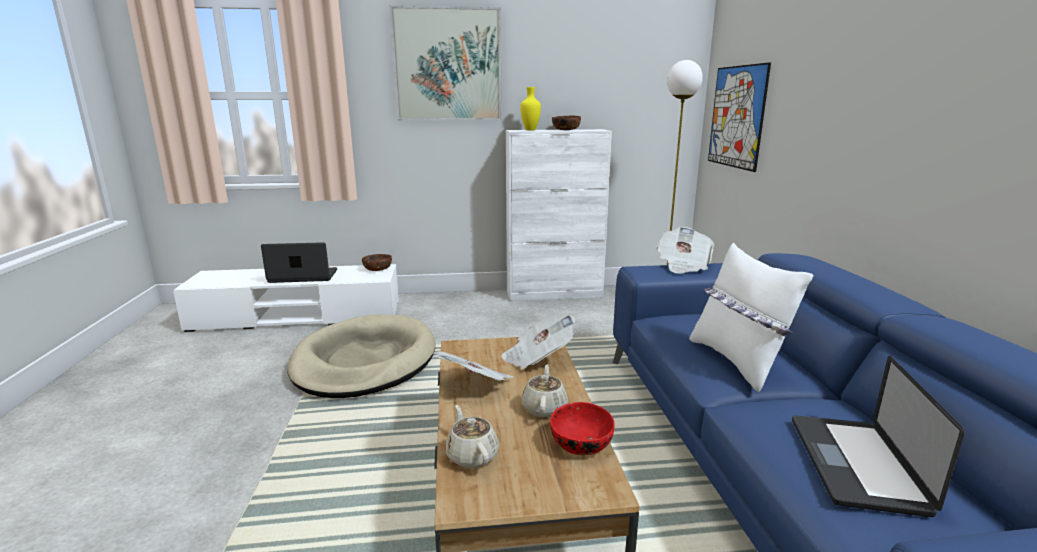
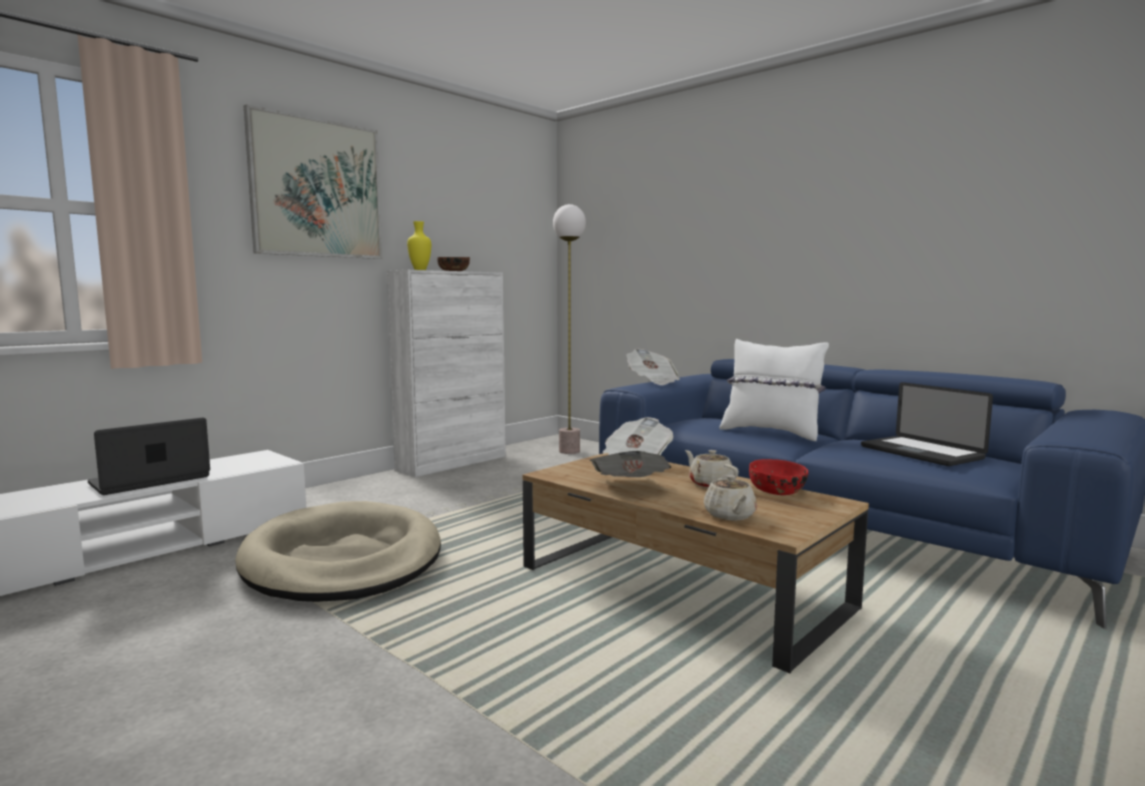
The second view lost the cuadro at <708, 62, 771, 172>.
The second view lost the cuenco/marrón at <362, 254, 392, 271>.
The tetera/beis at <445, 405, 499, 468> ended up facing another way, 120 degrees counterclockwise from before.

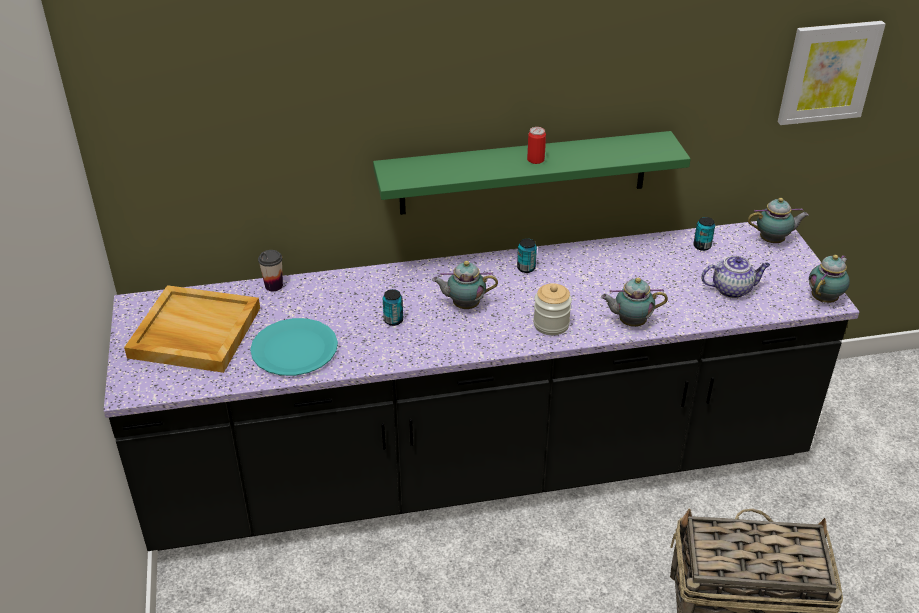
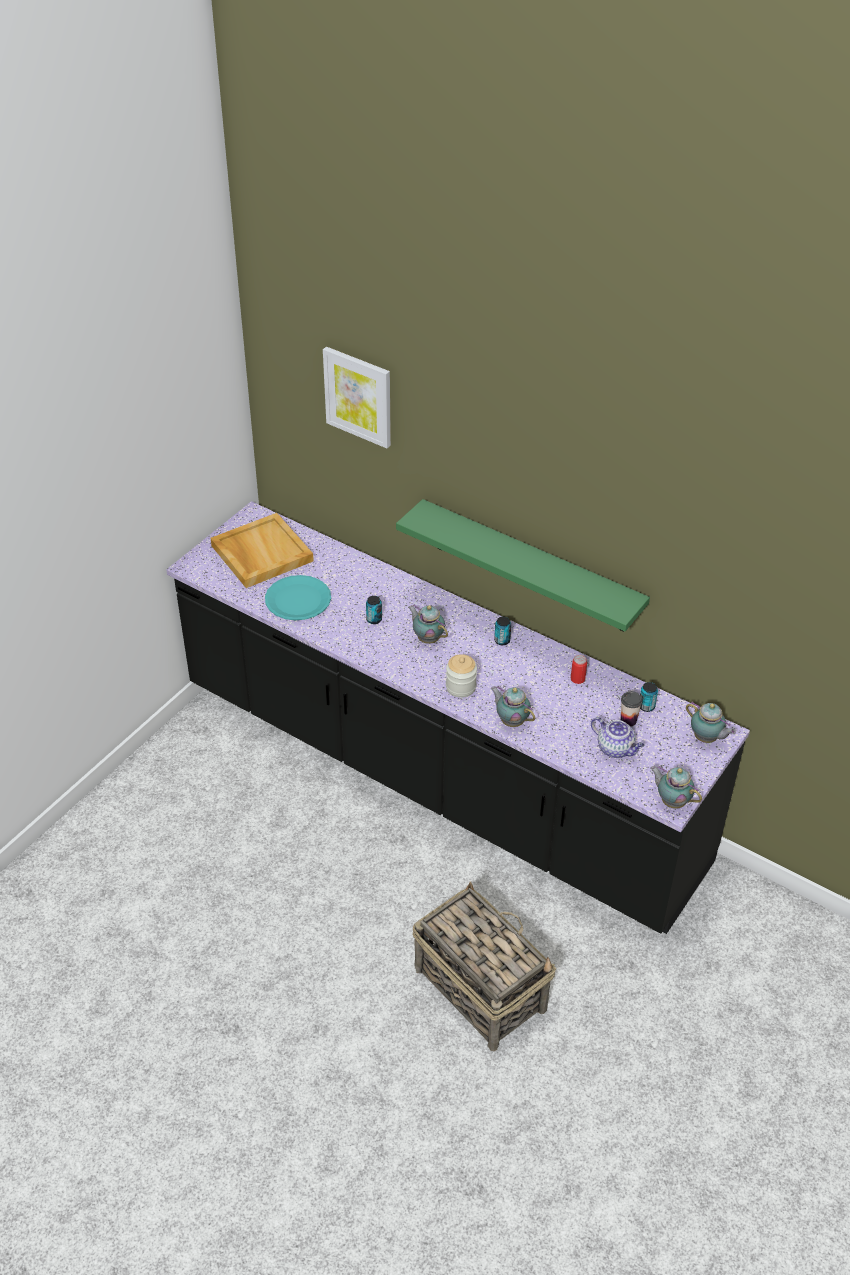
The cuadro ended up elsewhere, having gone from <778, 21, 886, 125> to <323, 347, 391, 448>.
The lata ended up elsewhere, having gone from <527, 127, 546, 164> to <571, 655, 587, 684>.
The taza ended up elsewhere, having gone from <258, 250, 283, 291> to <621, 691, 643, 727>.
The tetera at <809, 255, 850, 303> ended up facing another way, 135 degrees counterclockwise from before.

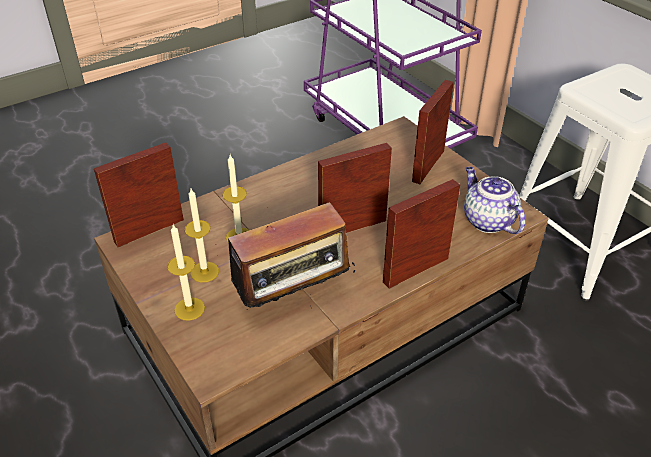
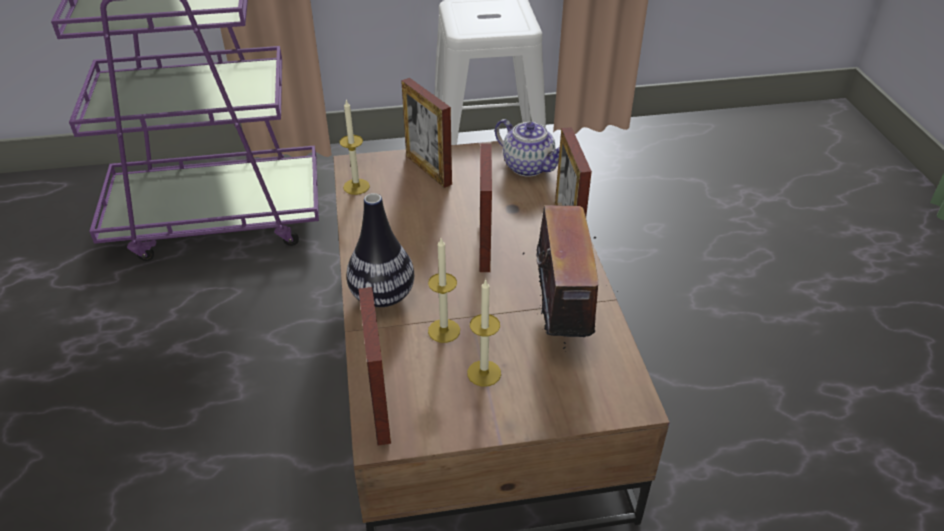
The tetera at <464, 167, 526, 234> ended up facing another way, 135 degrees counterclockwise from before.
The vela ended up elsewhere, having gone from <167, 225, 205, 321> to <339, 99, 370, 195>.
The second view gained the florero at <346, 193, 414, 307>.

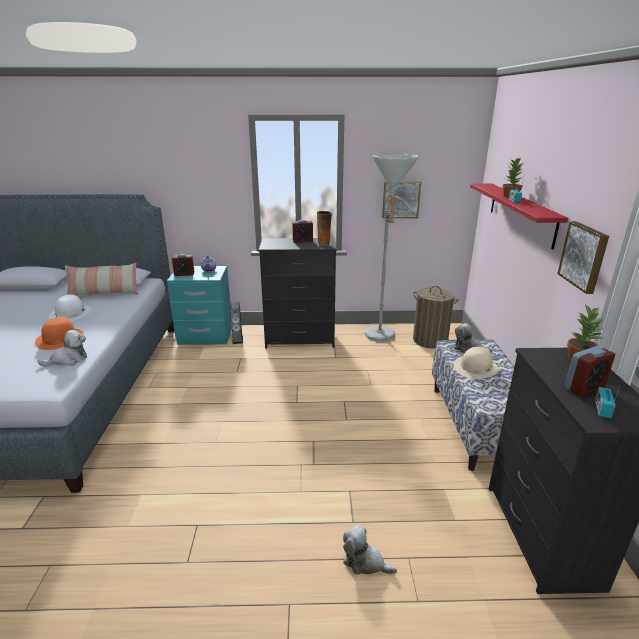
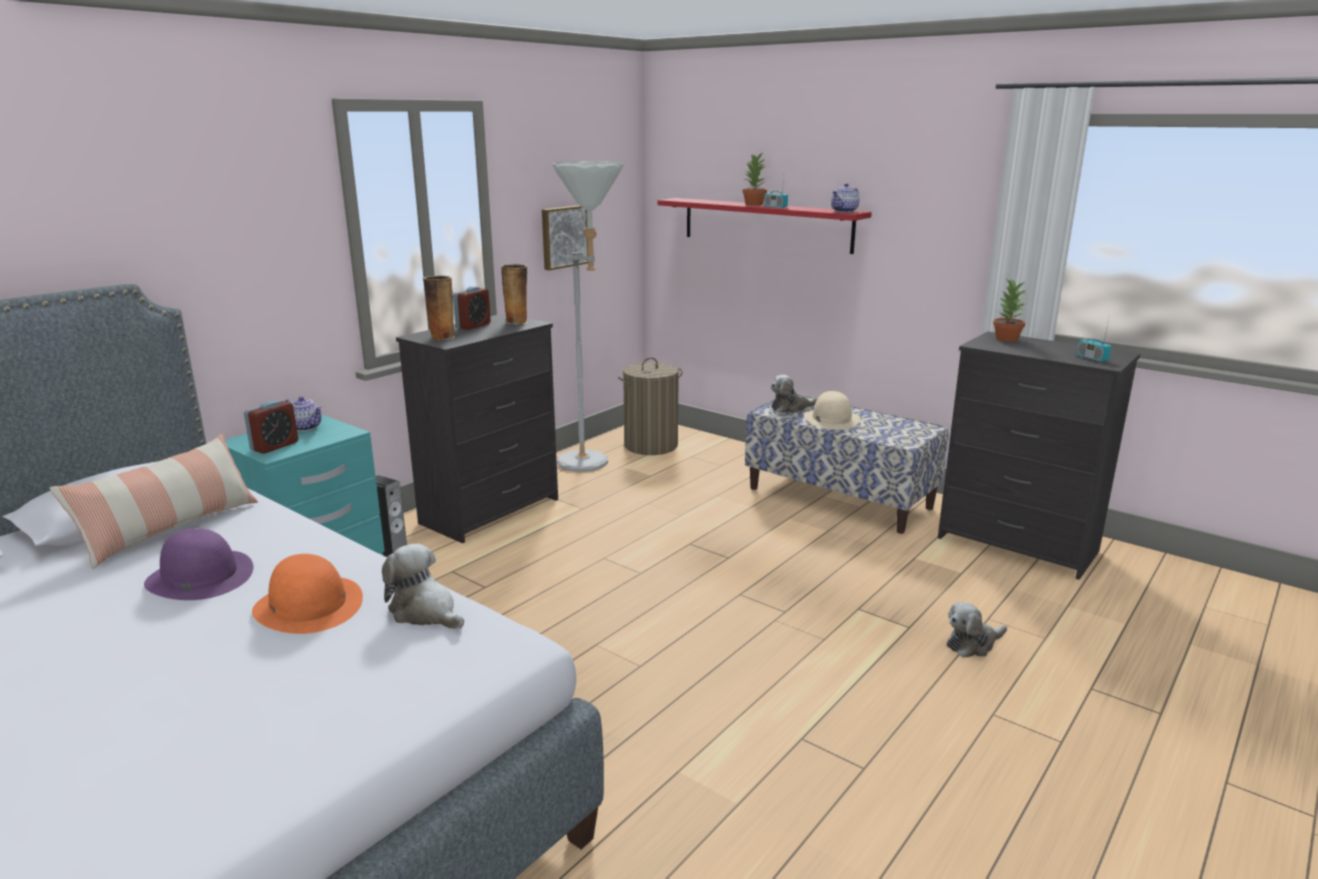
The second view lost the cuadro at <557, 221, 609, 294>.
What was the sombrero/blanco at <49, 295, 91, 322> turned into the sombrero/morado at <144, 528, 253, 600>.
The peluche at <38, 330, 87, 366> ended up facing another way, 60 degrees counterclockwise from before.
The second view lost the despertador at <564, 346, 615, 396>.
The second view gained the tetera at <831, 183, 860, 213>.
The second view gained the florero at <423, 275, 455, 340>.

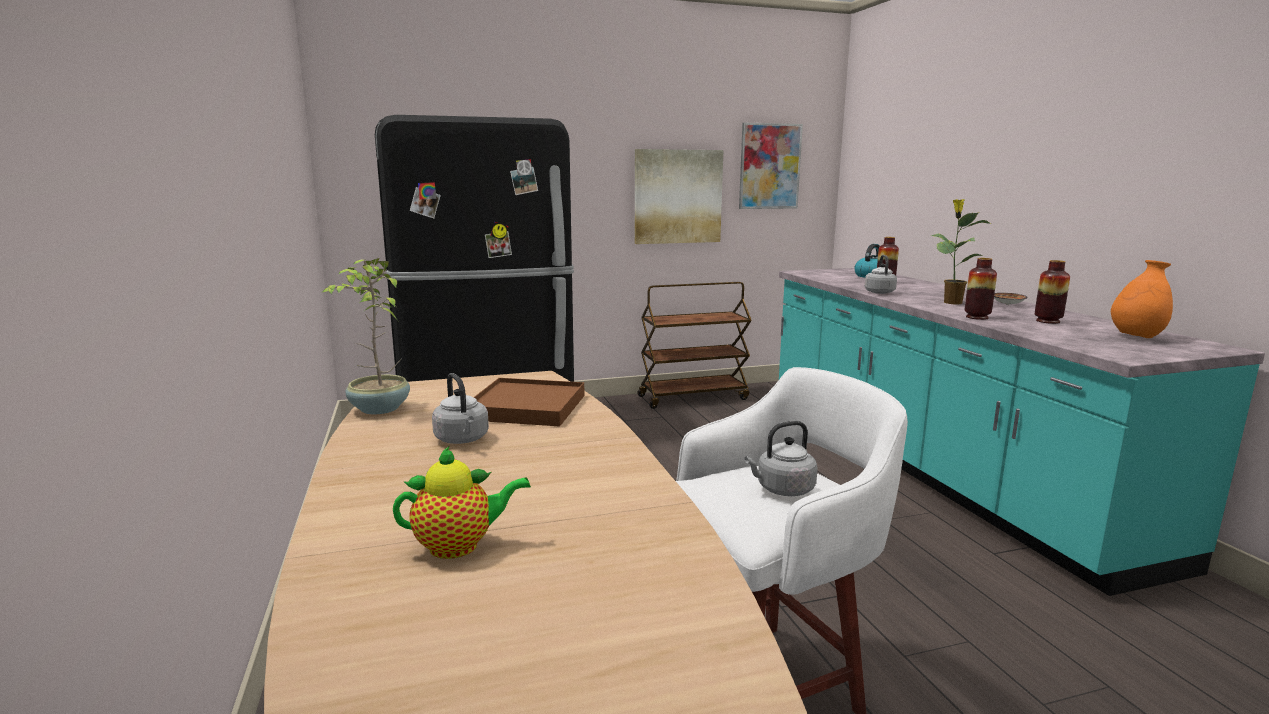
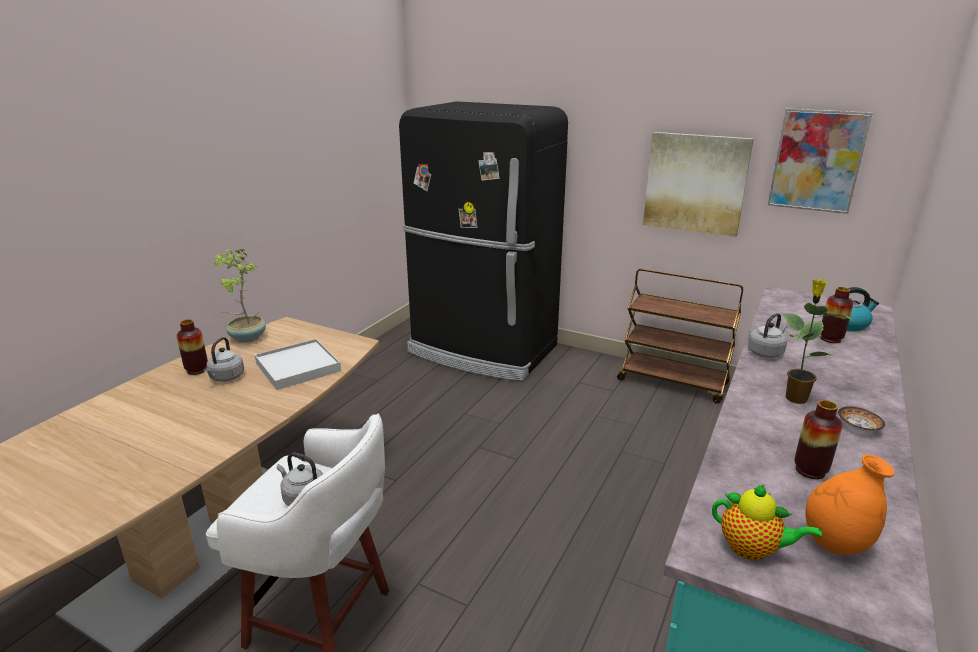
The florero ended up elsewhere, having gone from <964, 258, 997, 320> to <177, 319, 208, 375>.
What was the bandeja/marrón at <474, 378, 584, 427> turned into the bandeja/blanco at <255, 339, 341, 390>.
The tetera ended up elsewhere, having gone from <393, 446, 531, 559> to <712, 485, 822, 560>.

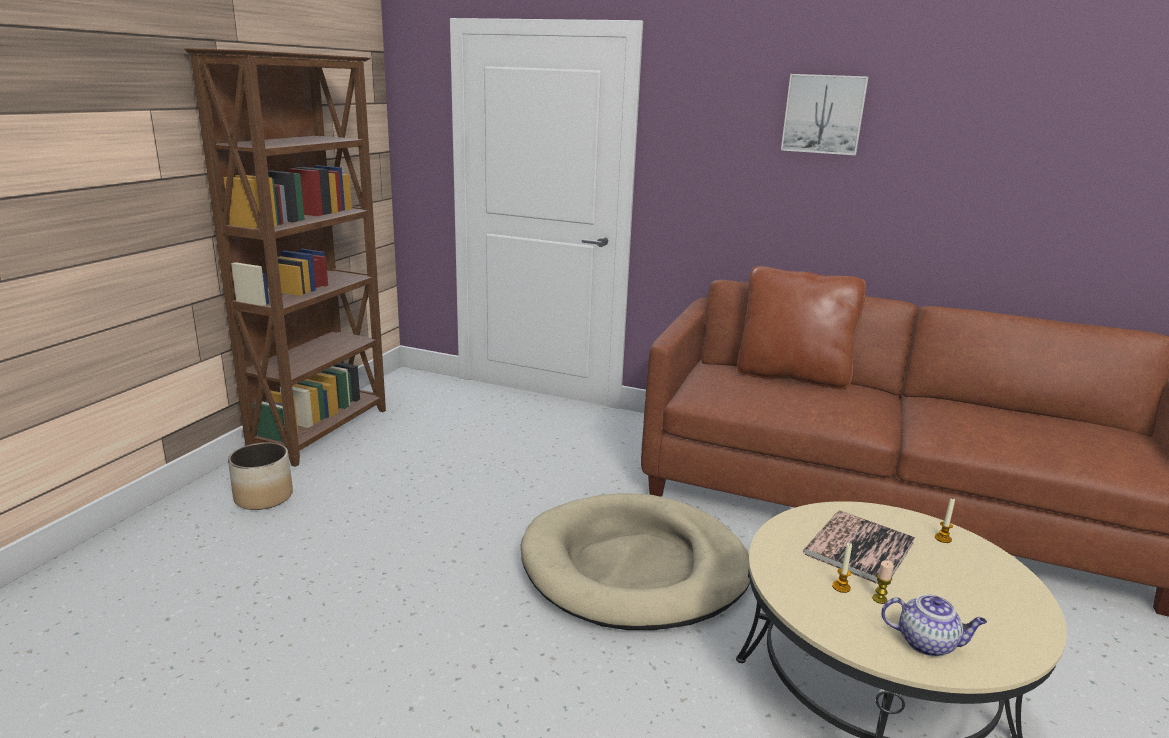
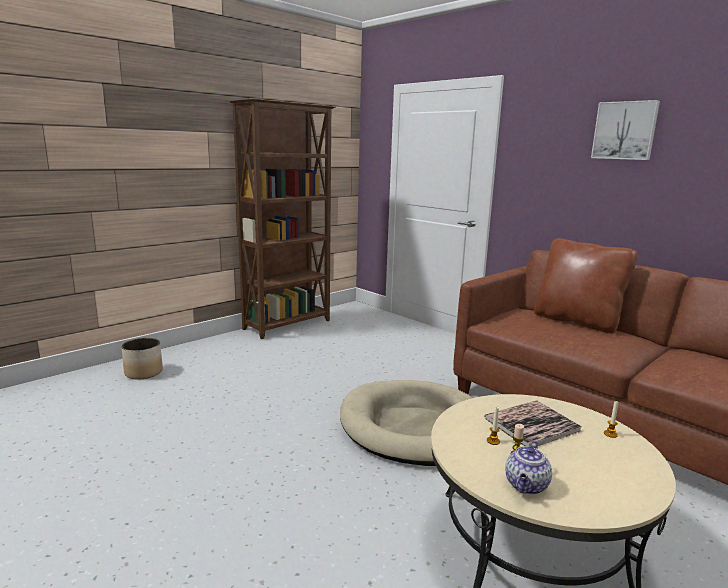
The maceta ended up elsewhere, having gone from <228, 443, 293, 510> to <121, 338, 163, 380>.
The tetera at <881, 594, 987, 657> ended up facing another way, 75 degrees clockwise from before.

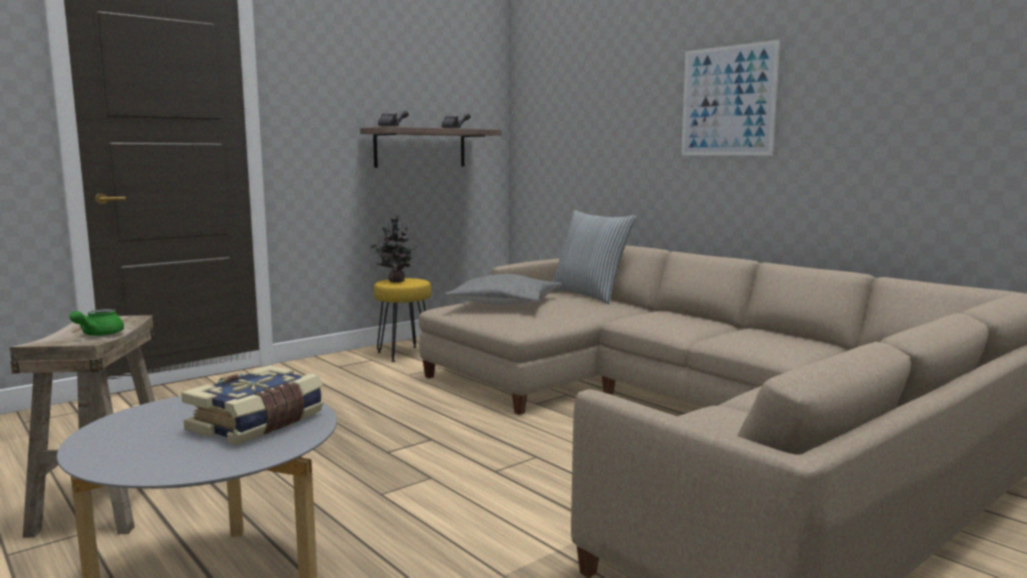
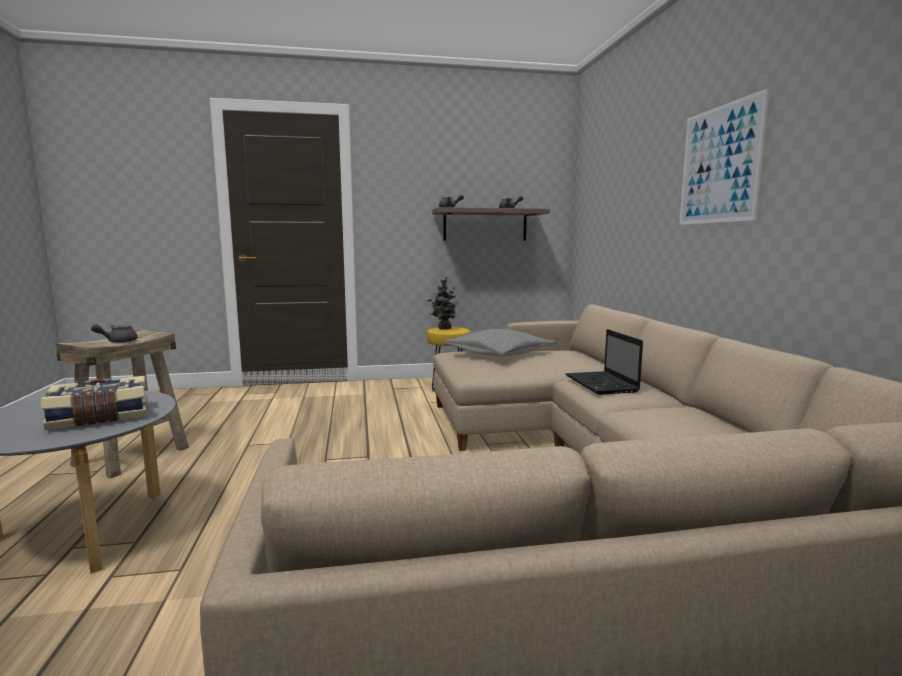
The second view lost the cojín at <552, 210, 636, 304>.
What was the tetera/verde at <69, 309, 124, 336> turned into the tetera/gris at <91, 324, 138, 343>.
The second view gained the portátil at <565, 329, 643, 395>.

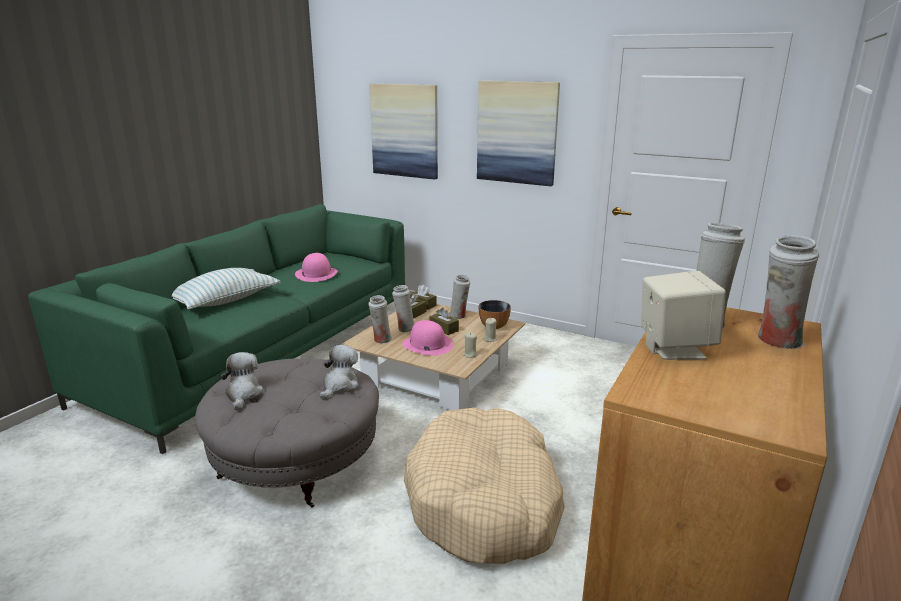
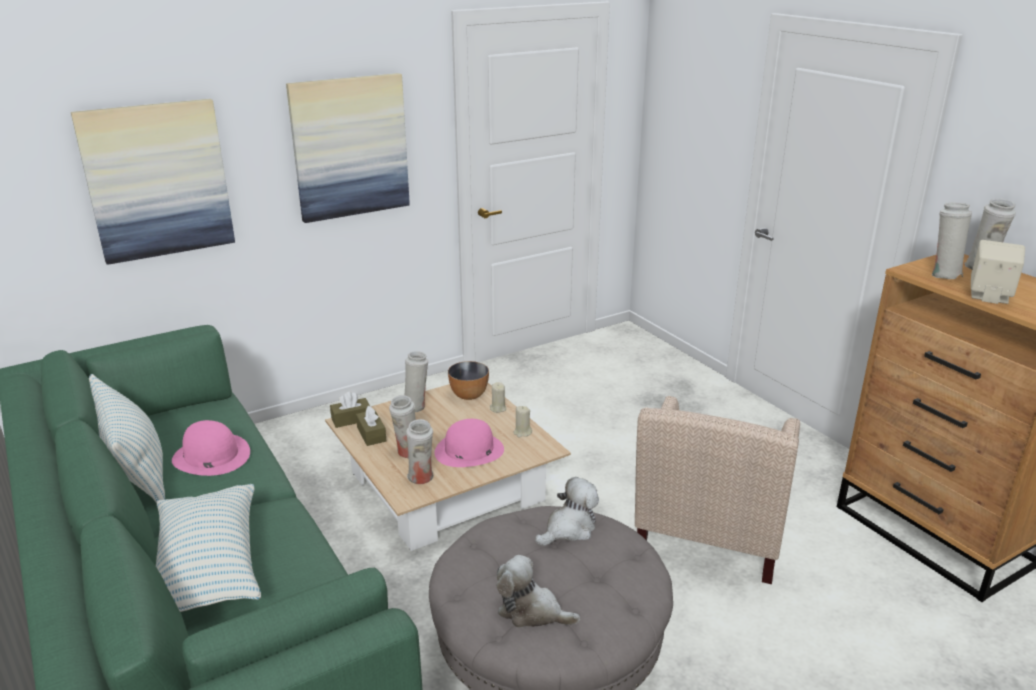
The second view lost the caja de pañuelos/marrón at <430, 307, 459, 335>.
The peluche at <320, 345, 358, 400> ended up facing another way, 90 degrees clockwise from before.
Where the cama para perro/beis stood at <404, 408, 565, 564>, the sillón/beis came to stand at <635, 396, 800, 584>.
The second view gained the cojín at <89, 374, 165, 503>.

